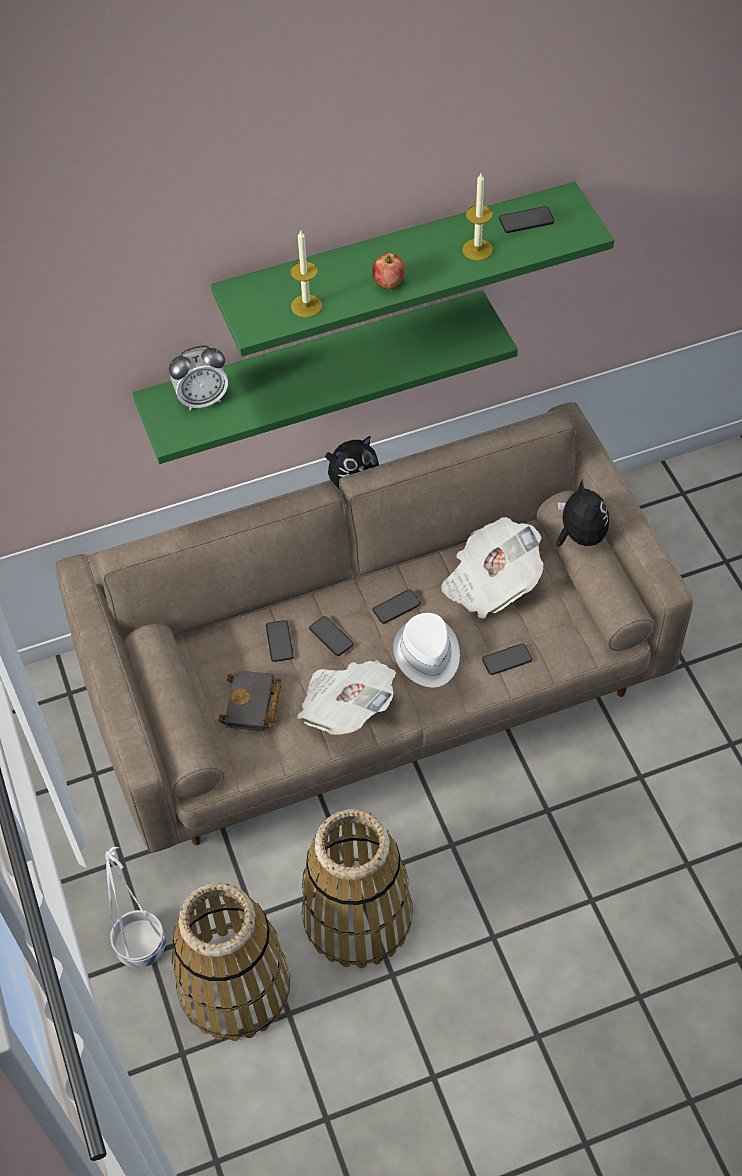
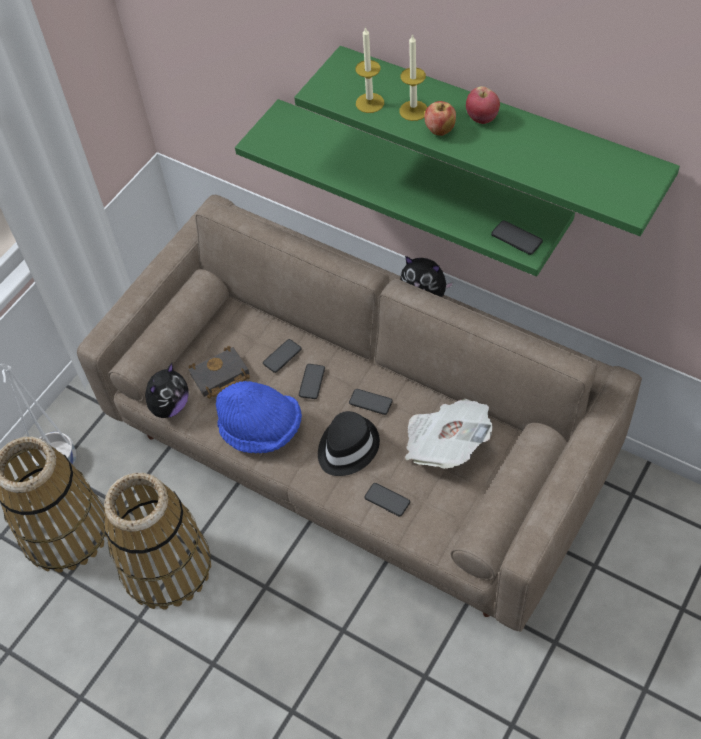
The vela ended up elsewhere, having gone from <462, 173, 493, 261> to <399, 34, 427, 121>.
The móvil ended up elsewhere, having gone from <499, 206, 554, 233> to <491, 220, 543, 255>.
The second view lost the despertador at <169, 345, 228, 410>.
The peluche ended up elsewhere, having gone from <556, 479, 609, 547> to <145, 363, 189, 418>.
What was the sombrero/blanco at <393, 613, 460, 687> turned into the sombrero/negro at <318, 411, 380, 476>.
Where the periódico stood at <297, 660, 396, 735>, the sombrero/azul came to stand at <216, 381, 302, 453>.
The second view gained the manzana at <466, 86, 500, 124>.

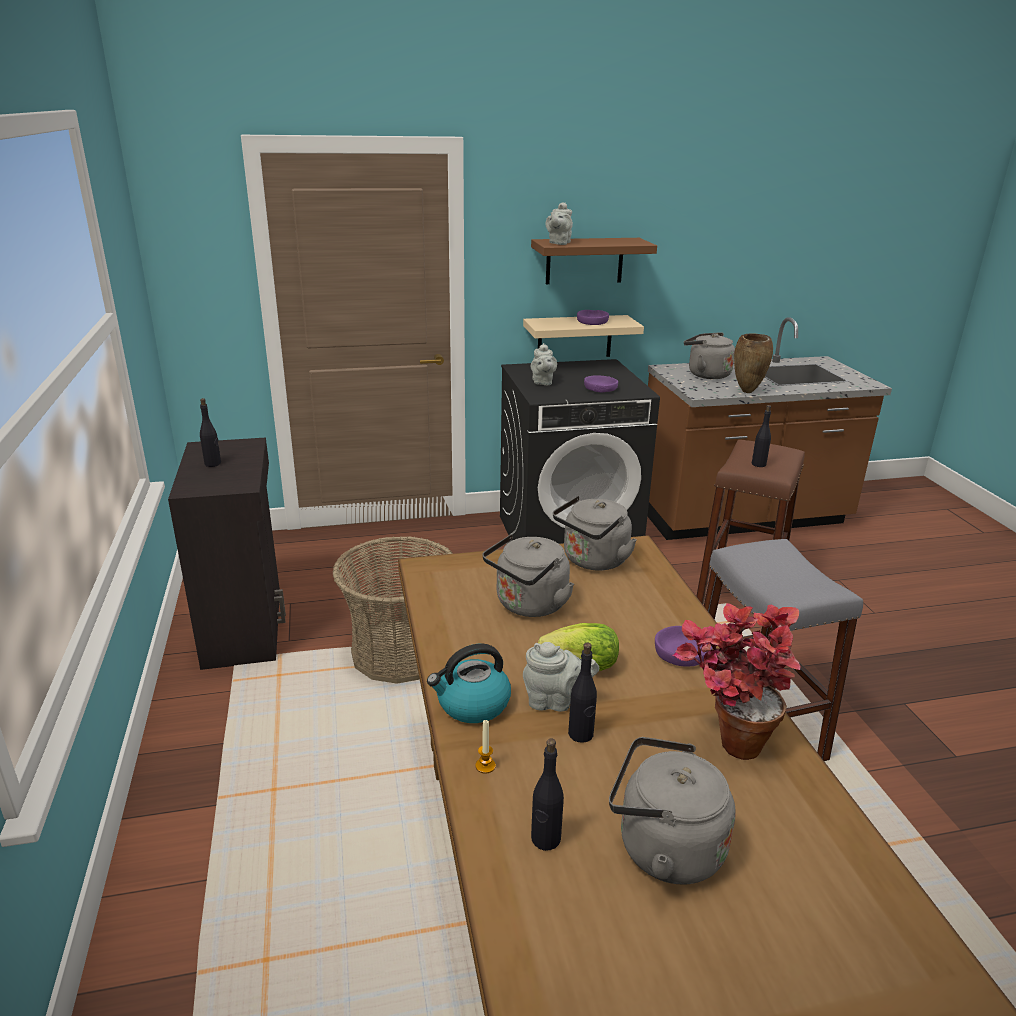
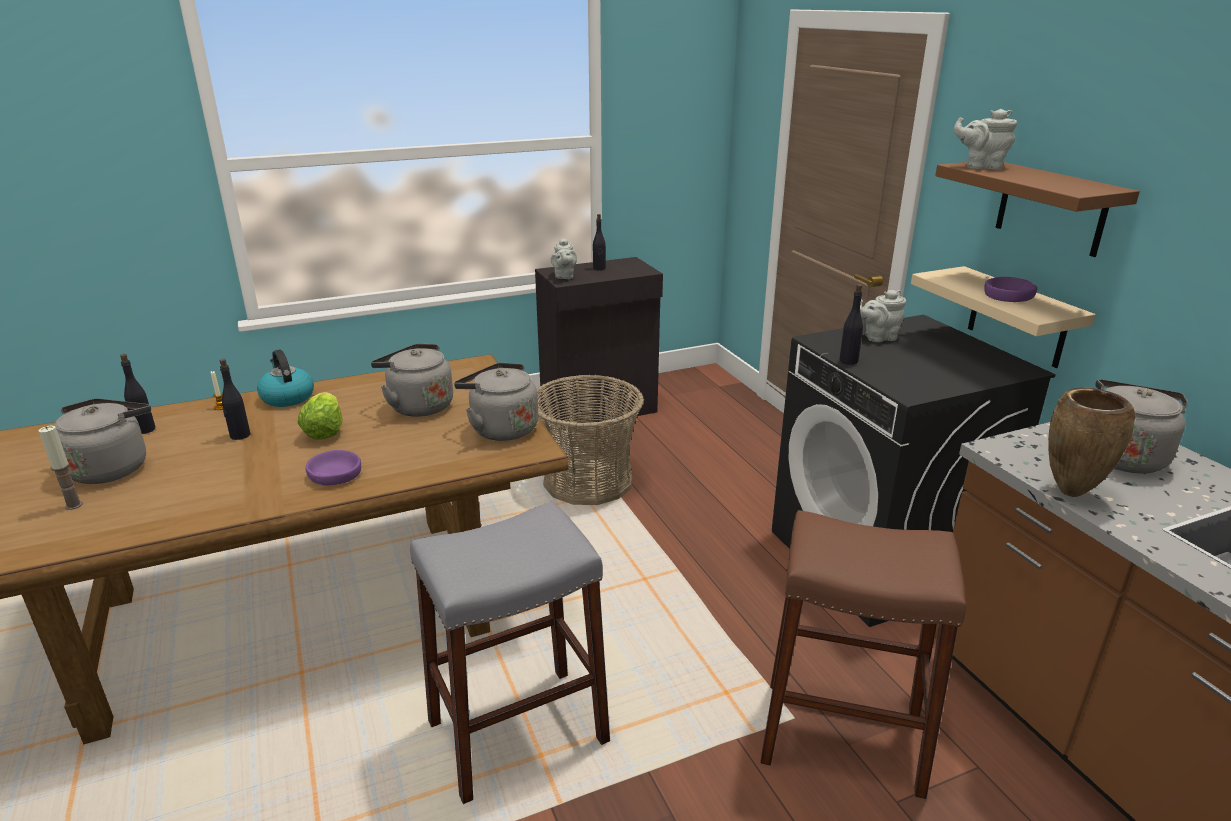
The second view lost the cuenco/morado at <584, 375, 618, 392>.
The botella/negro ended up elsewhere, having gone from <752, 405, 771, 467> to <839, 284, 863, 365>.
The second view lost the planta en maceta at <672, 603, 800, 760>.
The tetera/gris ended up elsewhere, having gone from <523, 642, 599, 712> to <551, 237, 577, 279>.
The second view gained the vela at <38, 426, 83, 510>.

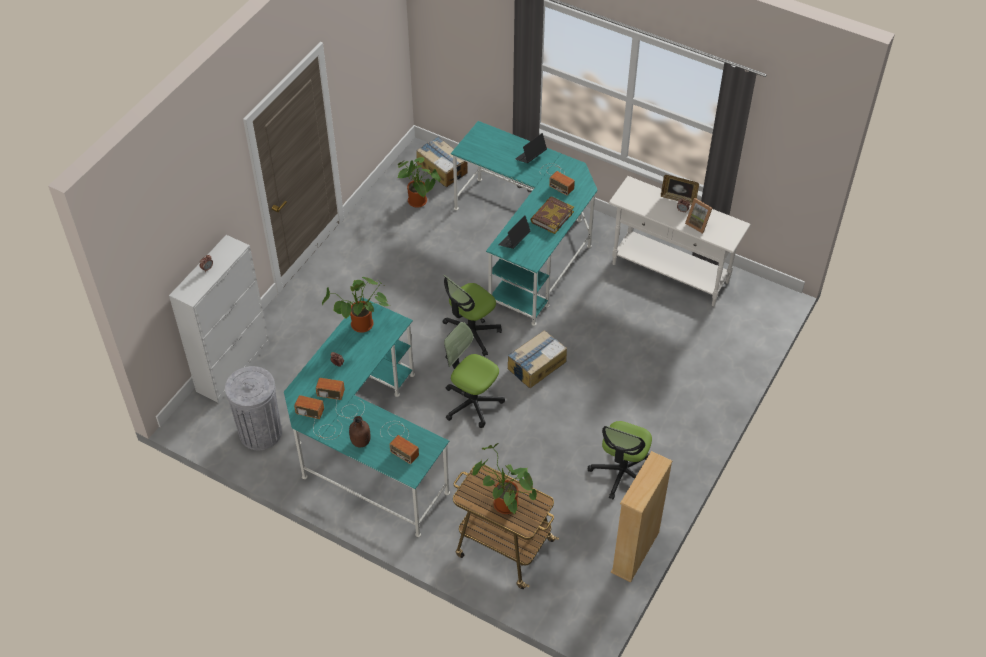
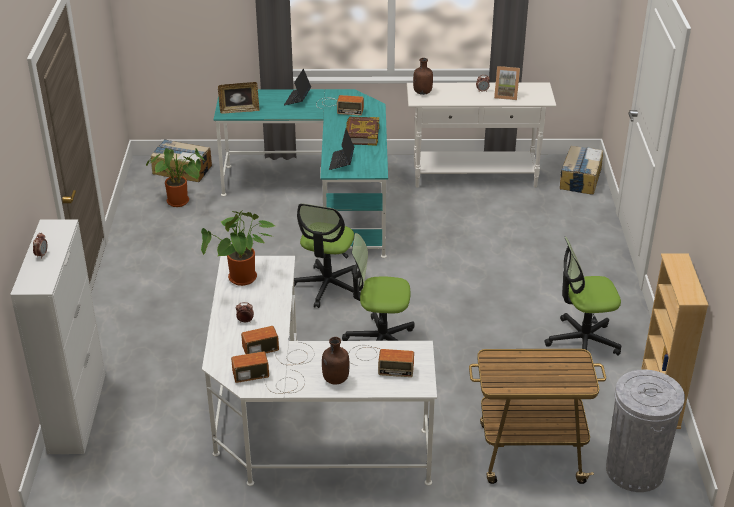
The portarretratos ended up elsewhere, having gone from <661, 175, 699, 205> to <218, 82, 260, 114>.
What was the escritorio/turquesa at <284, 297, 450, 537> turned into the escritorio/blanco at <202, 256, 437, 486>.
The caja de cartón ended up elsewhere, having gone from <507, 330, 567, 388> to <560, 146, 603, 195>.
The papelera/gris ended up elsewhere, having gone from <225, 366, 282, 450> to <606, 369, 685, 492>.
The silla de oficina at <588, 421, 652, 499> ended up facing another way, 90 degrees clockwise from before.
The second view lost the planta en maceta at <472, 443, 537, 514>.
The second view gained the botella/marrón at <413, 58, 433, 95>.

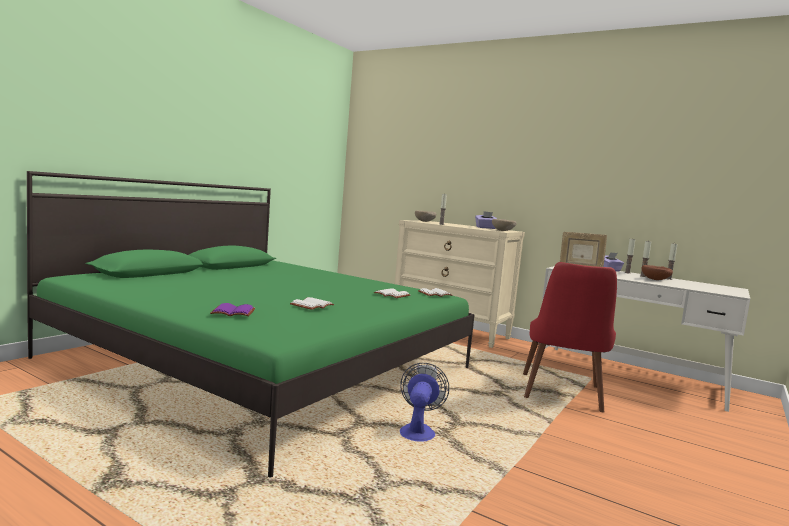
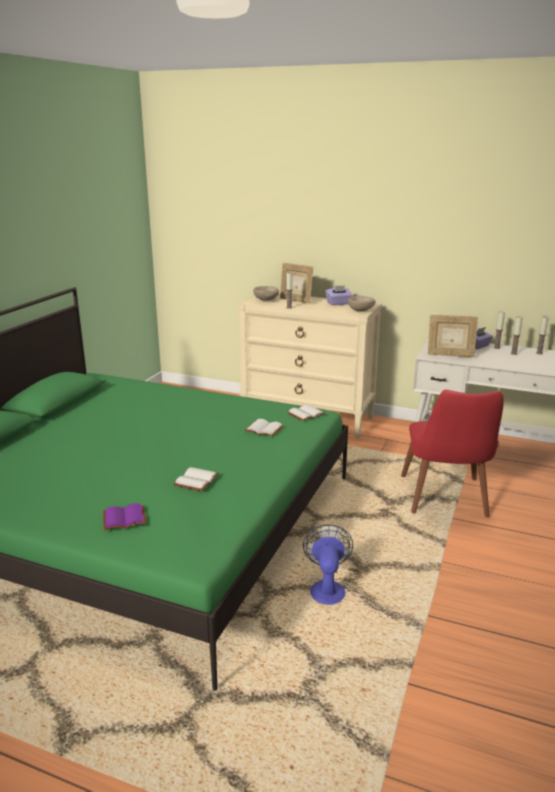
The second view lost the cuenco/marrón at <642, 265, 673, 280>.
The second view gained the portarretratos at <280, 263, 313, 304>.

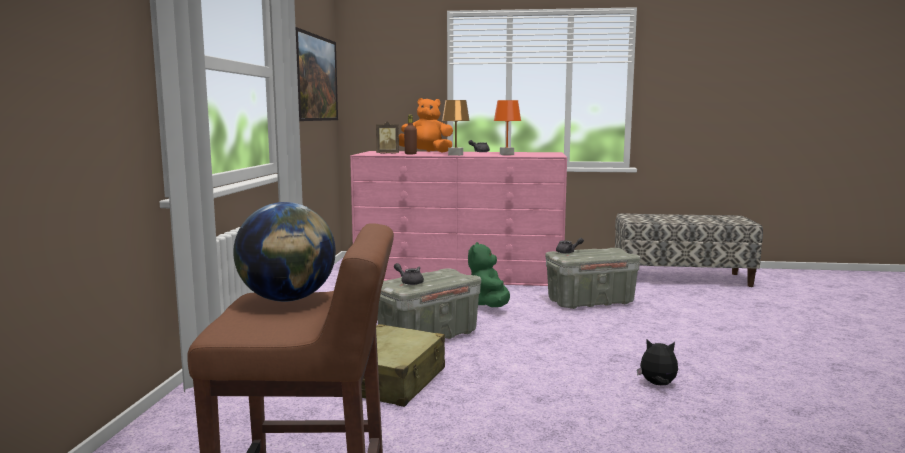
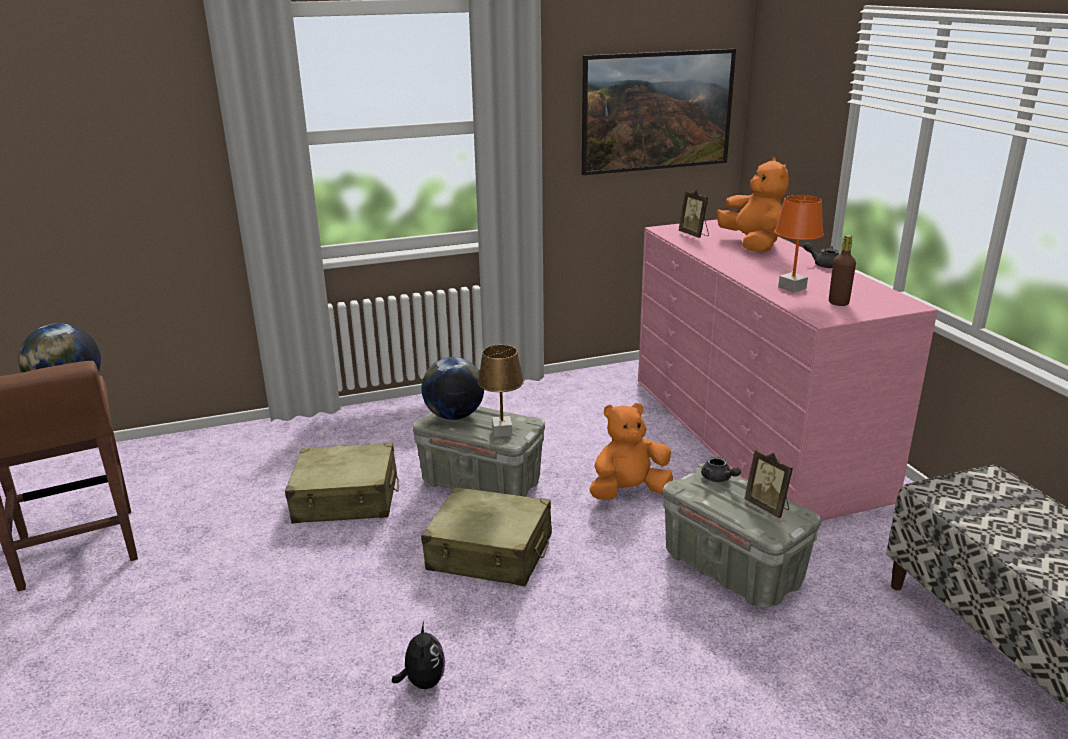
The lámpara de mesa/marrón ended up elsewhere, having gone from <442, 100, 470, 156> to <478, 345, 524, 437>.
The botella/marrón ended up elsewhere, having gone from <404, 115, 417, 154> to <829, 235, 856, 306>.
What was the peluche/verde at <468, 242, 510, 307> turned into the peluche/naranja at <590, 403, 673, 500>.
Where the tetera/gris stood at <394, 263, 424, 285>, the globo terráqueo came to stand at <421, 357, 484, 420>.
The second view gained the portarretratos at <744, 449, 793, 518>.
The second view gained the maleta/beis at <421, 487, 552, 586>.

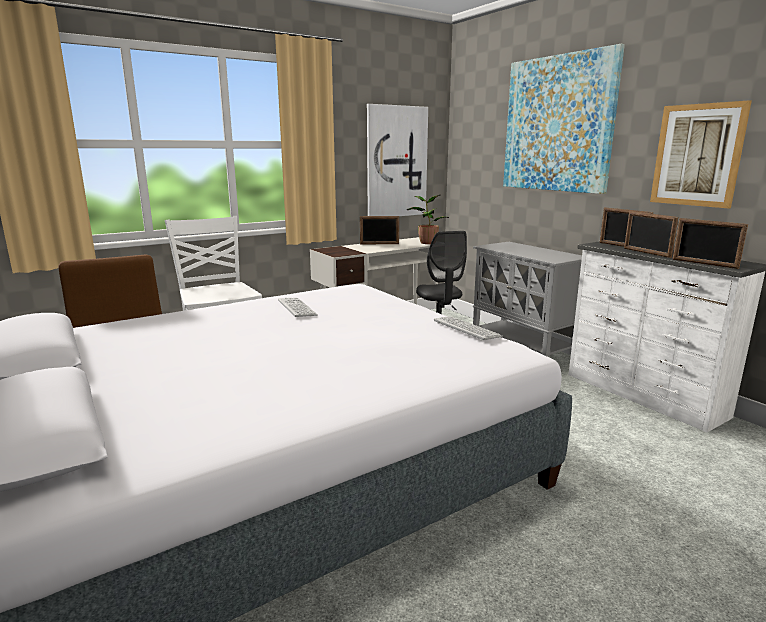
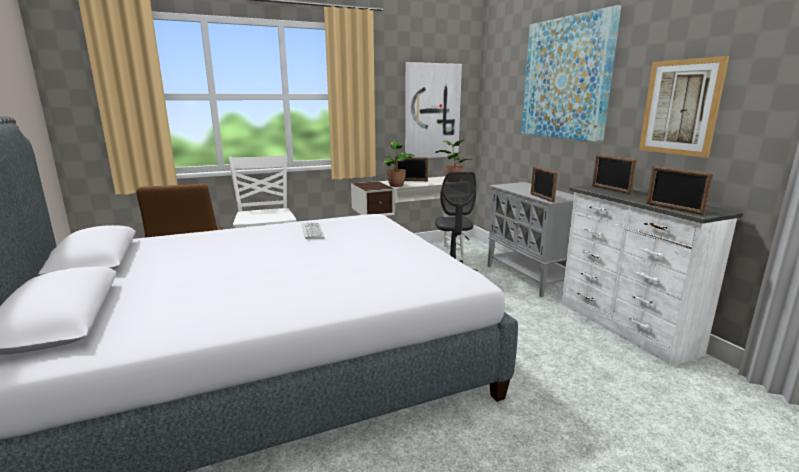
The portarretratos ended up elsewhere, having gone from <624, 211, 678, 258> to <531, 166, 558, 203>.
The second view lost the teclado at <434, 316, 503, 341>.
The second view gained the planta en maceta at <382, 140, 414, 187>.

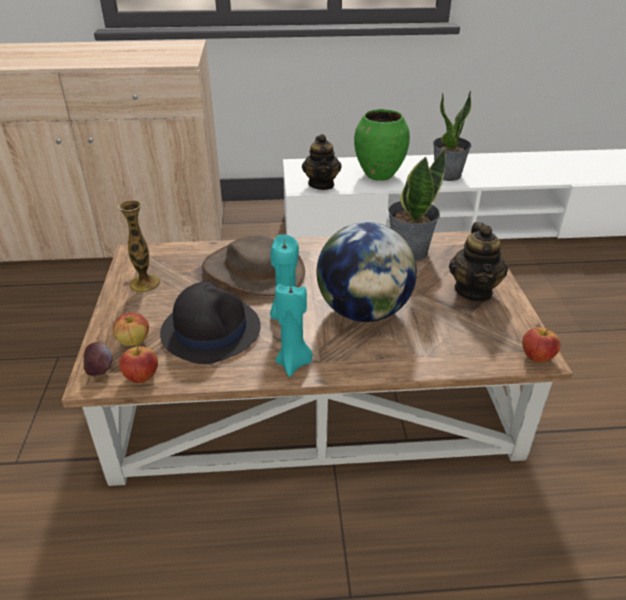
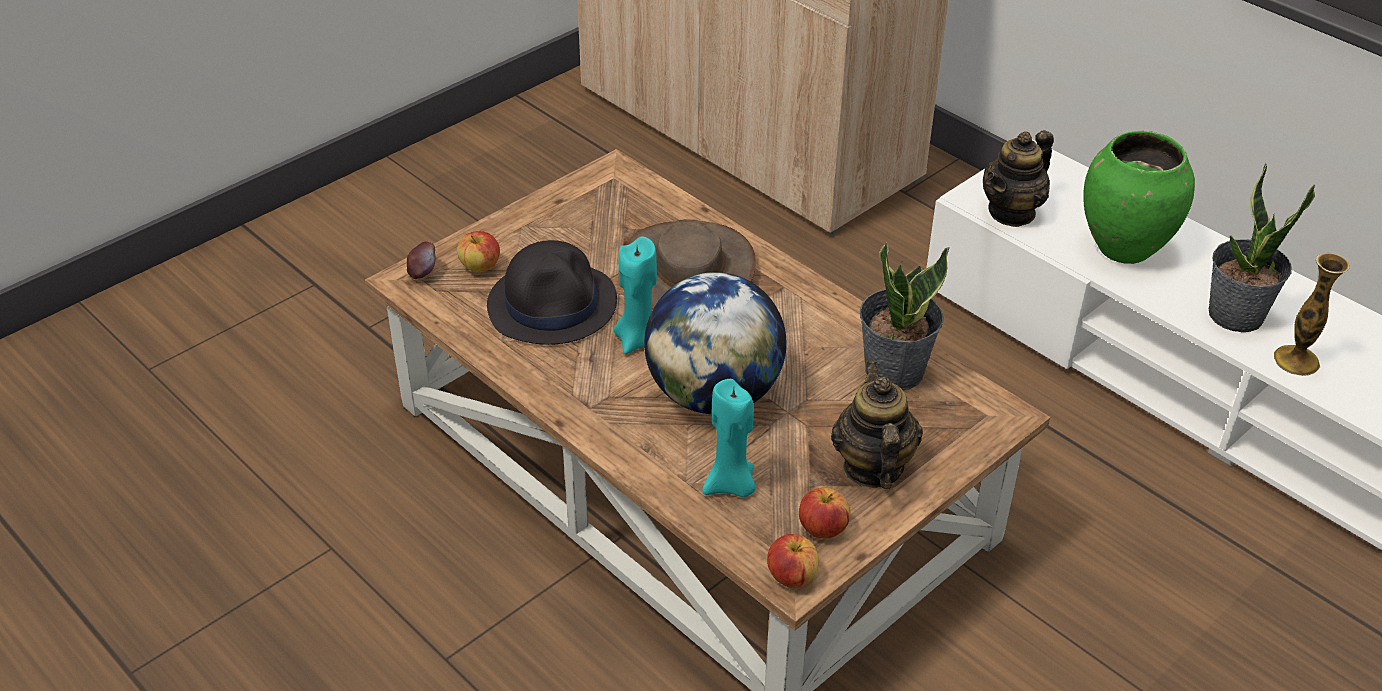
The florero ended up elsewhere, having gone from <117, 200, 161, 292> to <1274, 253, 1350, 376>.
The tetera at <449, 222, 508, 302> ended up facing another way, 120 degrees clockwise from before.
The vela/turquesa ended up elsewhere, having gone from <275, 284, 312, 377> to <702, 379, 756, 497>.
The manzana ended up elsewhere, having gone from <119, 347, 158, 383> to <799, 488, 851, 539>.

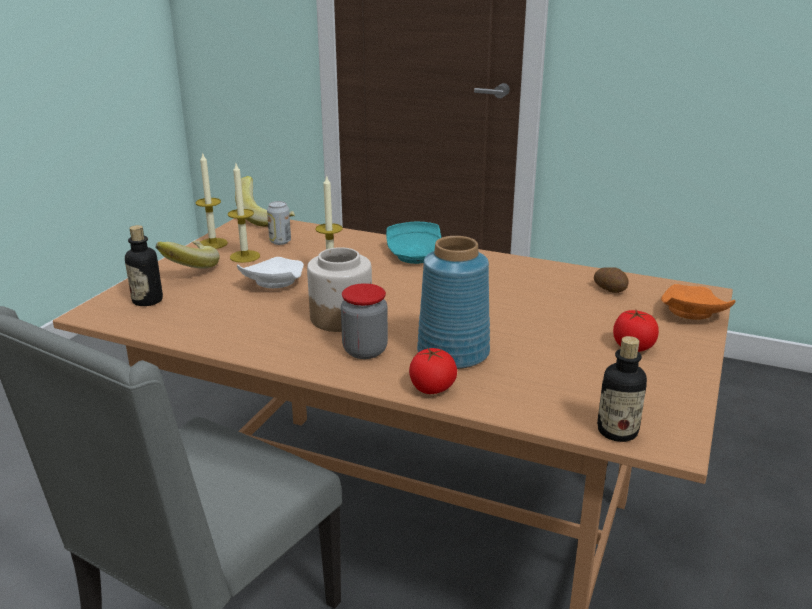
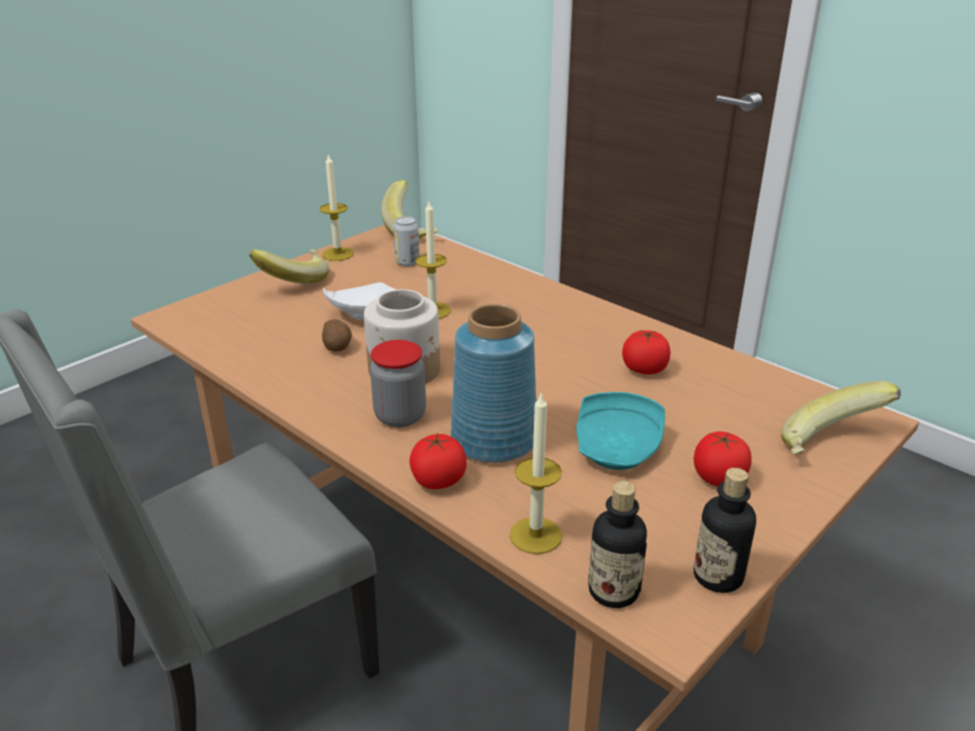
The vela ended up elsewhere, having gone from <228, 164, 260, 263> to <509, 391, 562, 554>.
The plato/turquesa ended up elsewhere, having gone from <386, 222, 441, 264> to <576, 392, 665, 470>.
The botella ended up elsewhere, having gone from <125, 225, 163, 306> to <694, 468, 756, 593>.
The patata ended up elsewhere, having gone from <594, 267, 629, 293> to <322, 319, 352, 352>.
Where the plato/naranja stood at <661, 284, 736, 320>, the plátano came to stand at <781, 381, 901, 455>.
The second view gained the tomate at <622, 329, 670, 375>.

